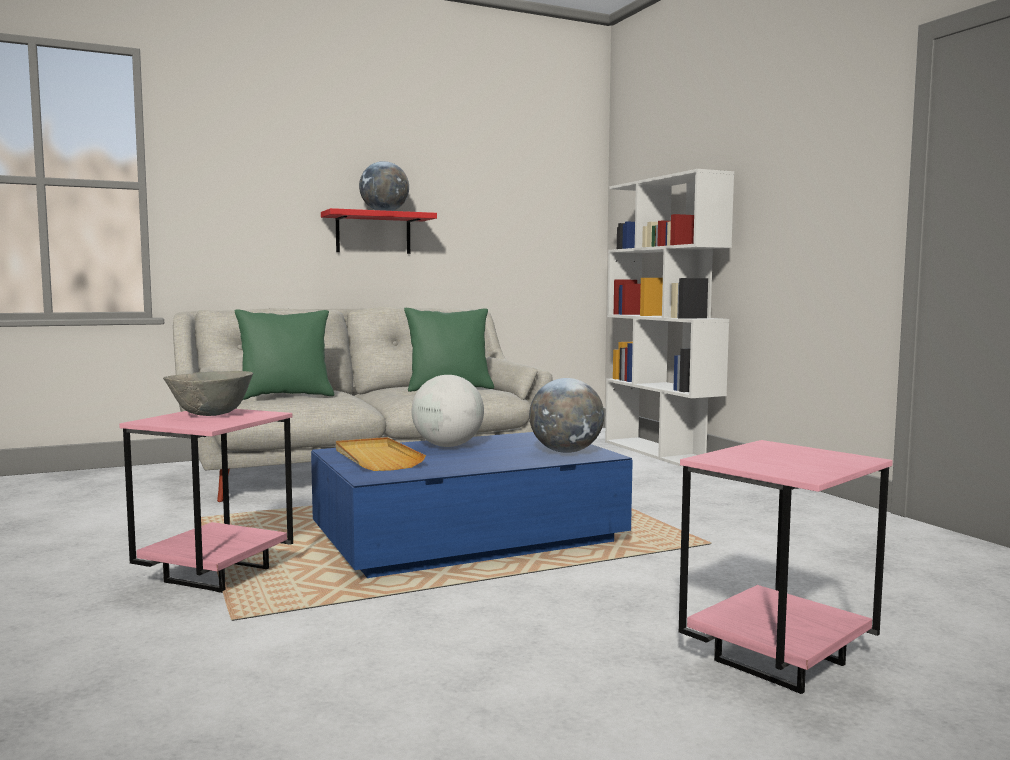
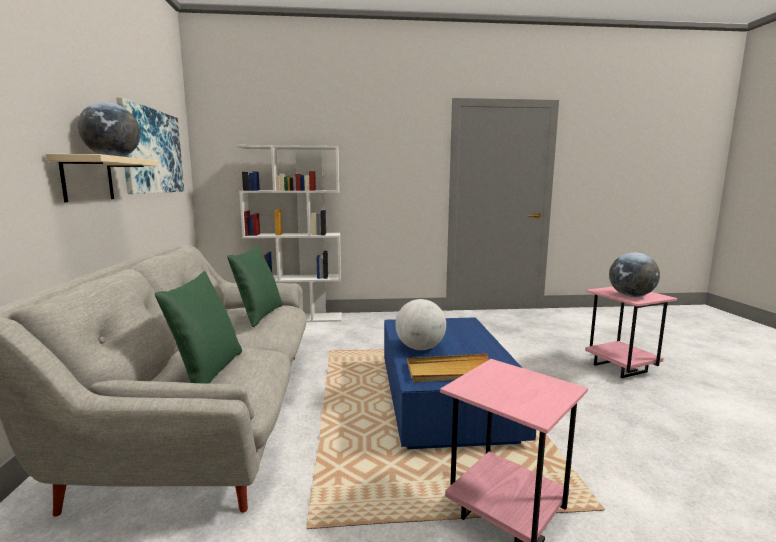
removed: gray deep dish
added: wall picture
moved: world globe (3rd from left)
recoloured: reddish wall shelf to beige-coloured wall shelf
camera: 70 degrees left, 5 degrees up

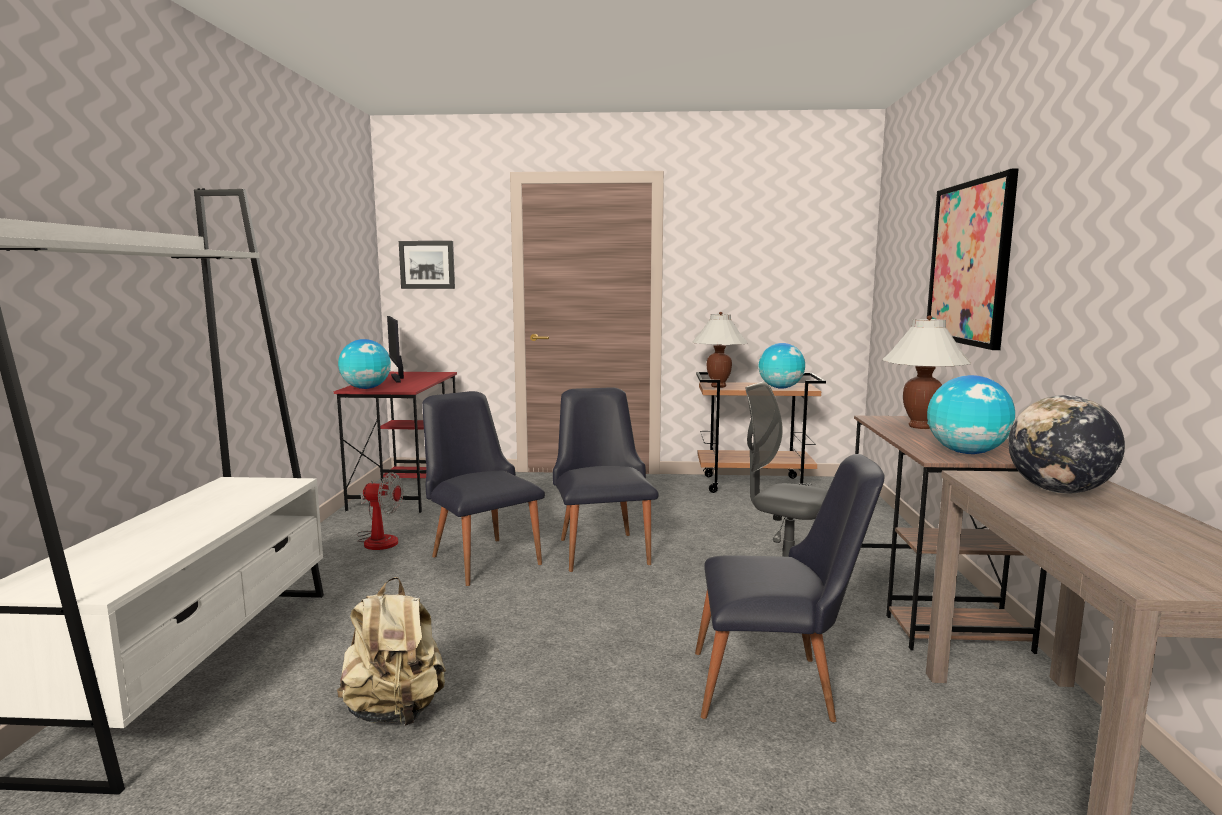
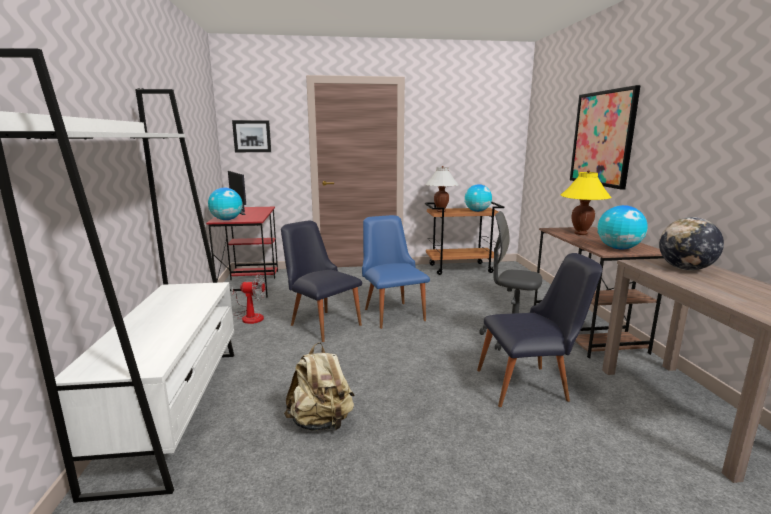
recoloured: white table lamp (2nd from left) to yellow-coloured table lamp; blackish plain chair (2nd from left) to bluish plain chair
camera: 10 degrees left, 5 degrees up

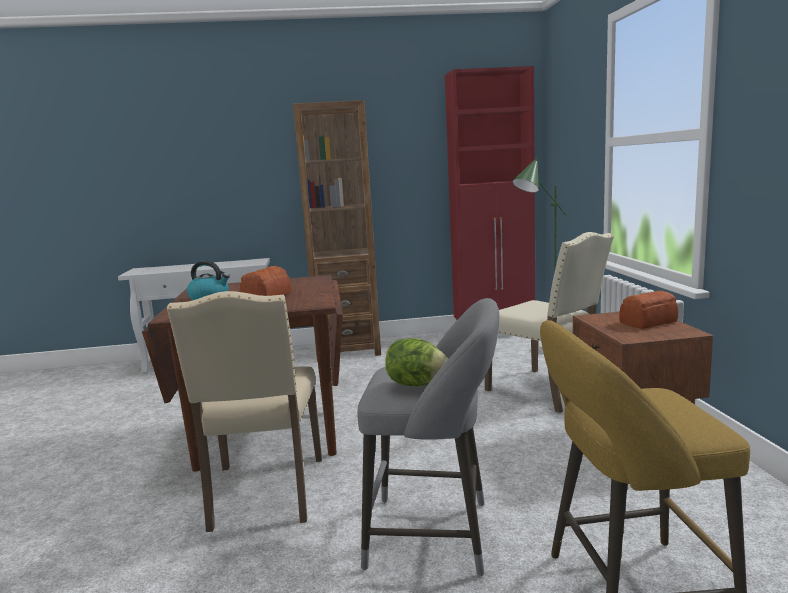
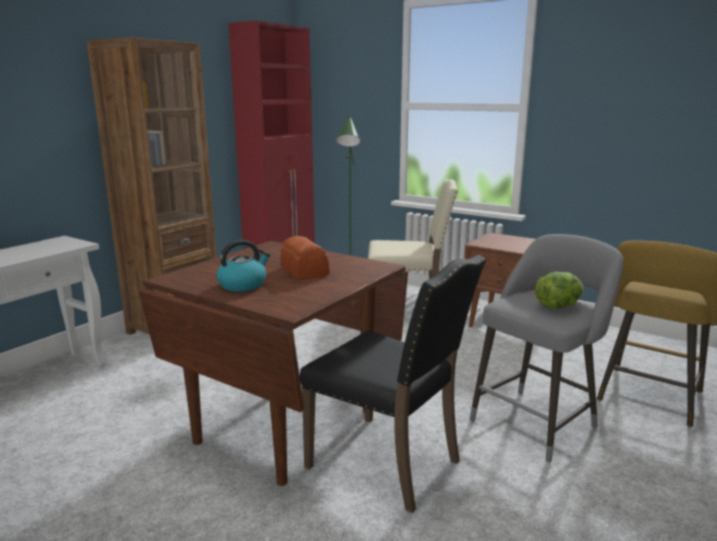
removed: bakery bread (2nd from left)
recoloured: beige-coloured plain chair (1st from left) to blackish plain chair
camera: 50 degrees left, 5 degrees up

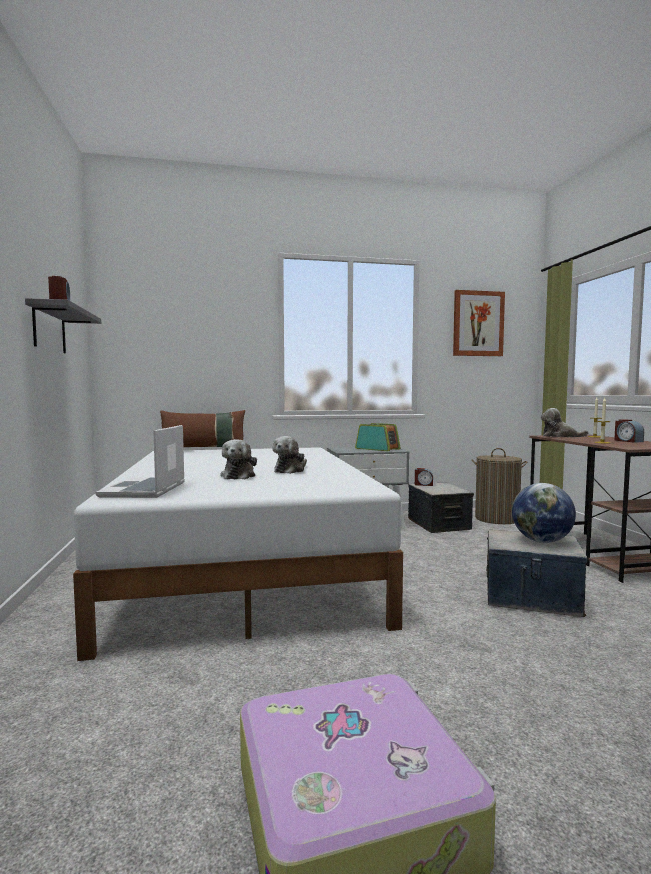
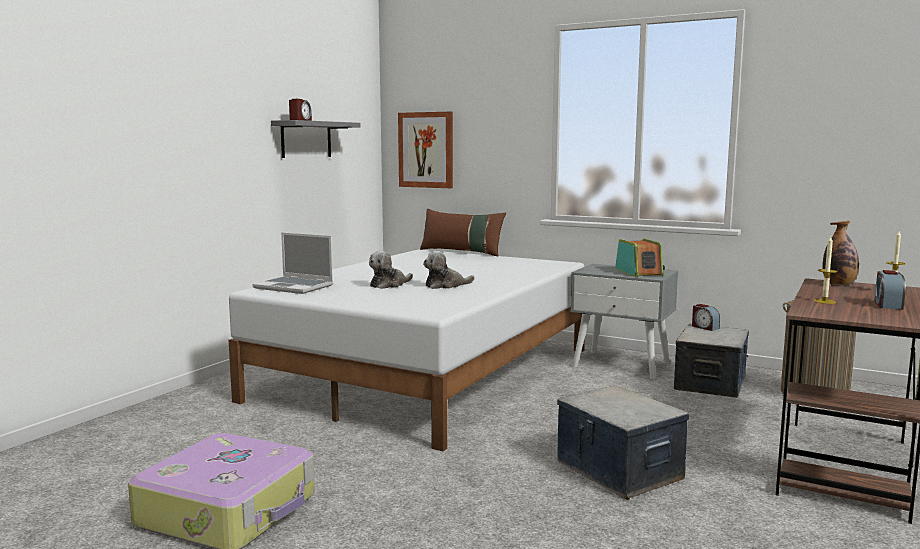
removed: world globe
moved: wall picture
replaced: plush toy (3rd from left) to bottle
turned: laptop 105 degrees counterclockwise
camera: 40 degrees right, 5 degrees up

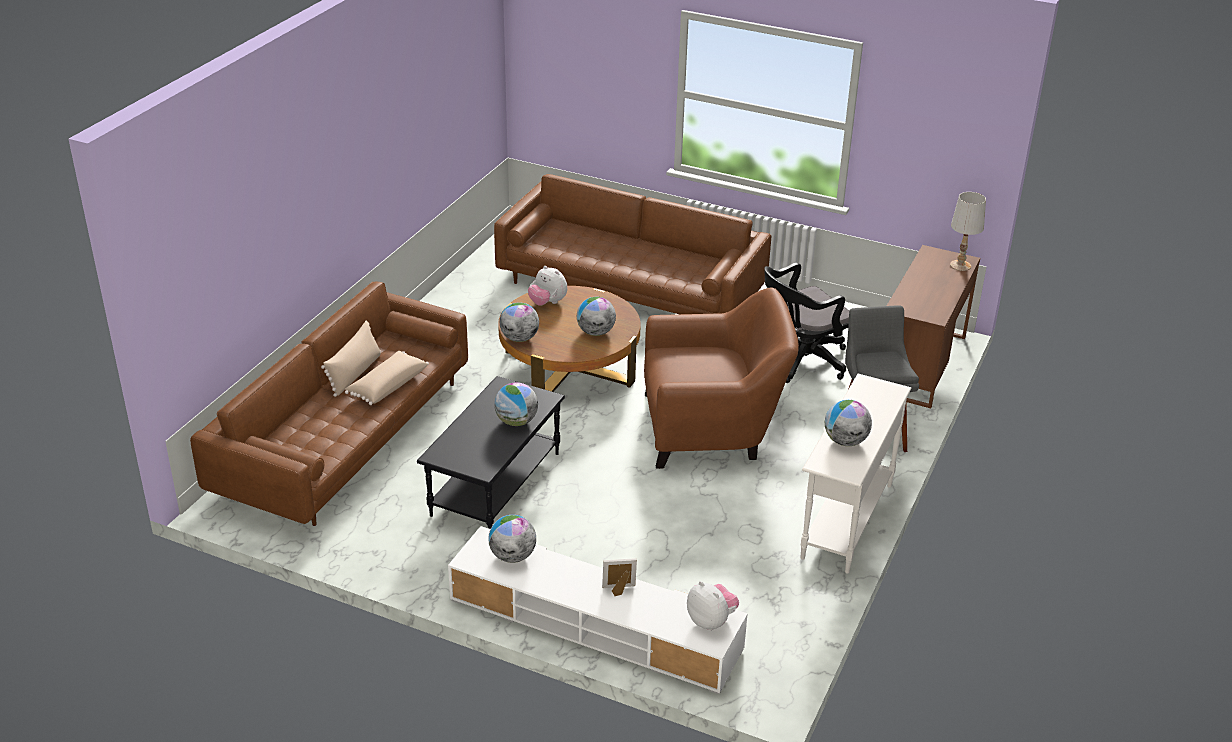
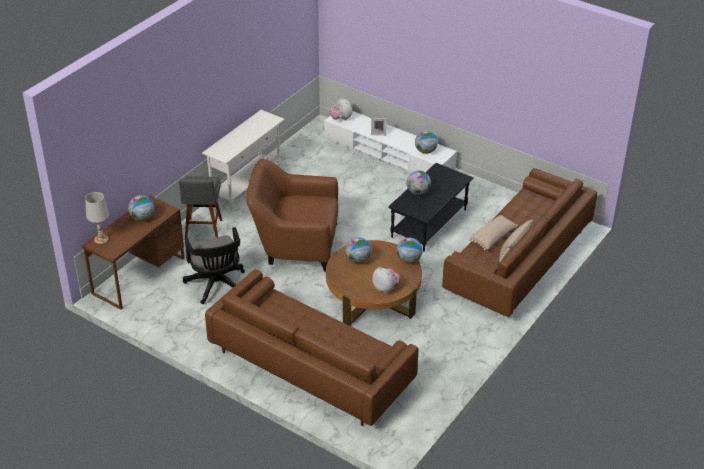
moved: world globe (5th from left in the first image) to world globe (1st from left)
turned: blackish desk chair 90 degrees clockwise
camera: 170 degrees left, 5 degrees up

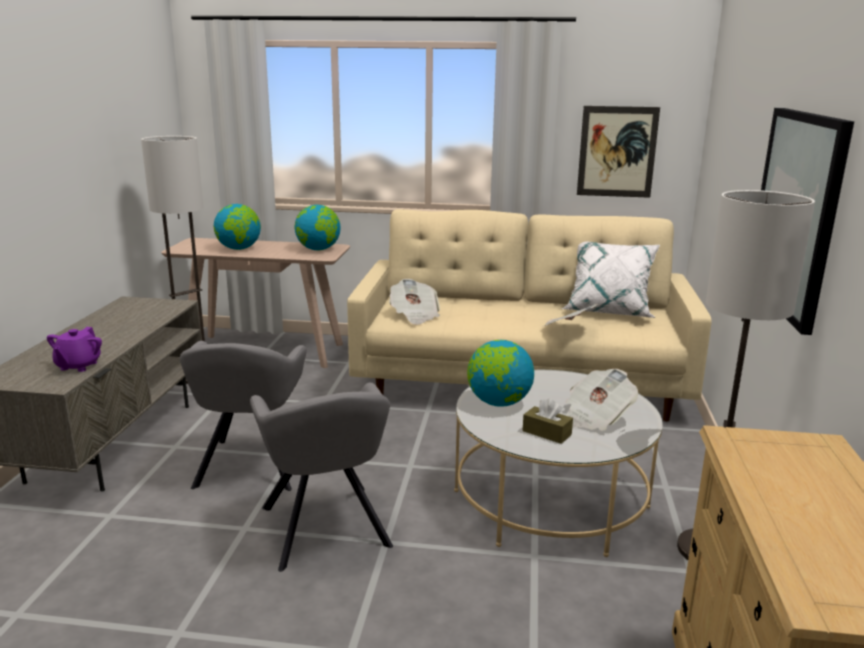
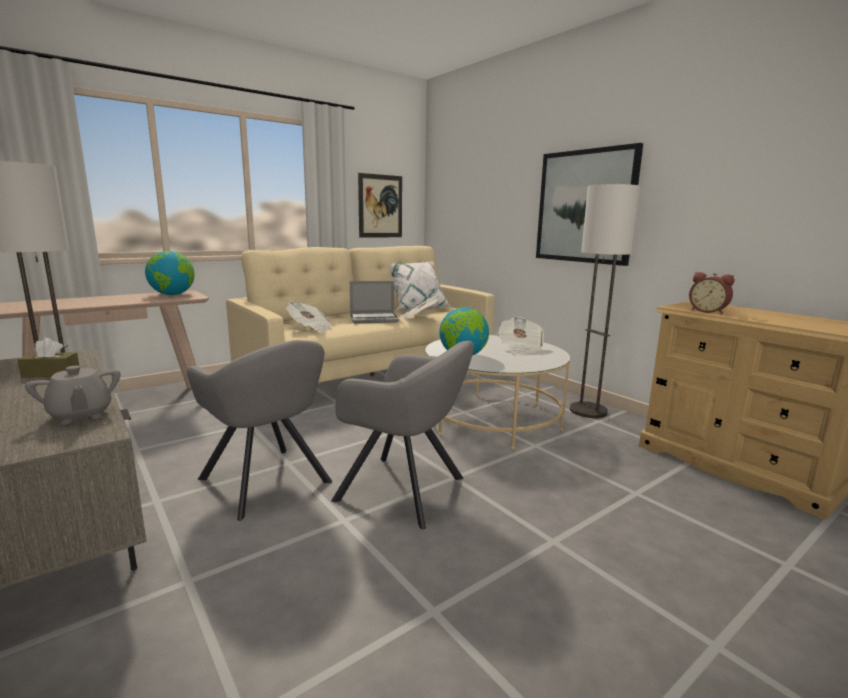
removed: world globe (1st from left)
added: alarm clock; laptop
moved: brownish tissue holder
recoloured: purplish teapot to gray teapot
camera: 45 degrees left, 5 degrees down

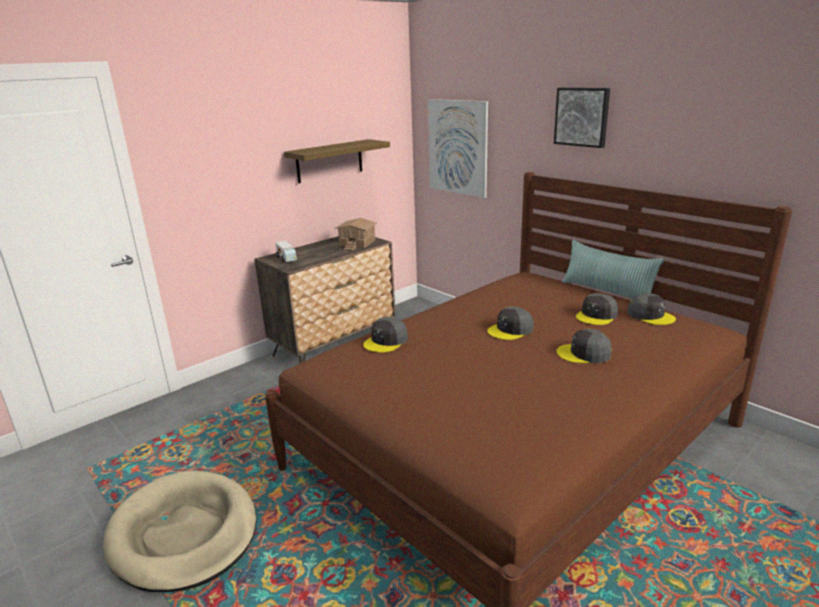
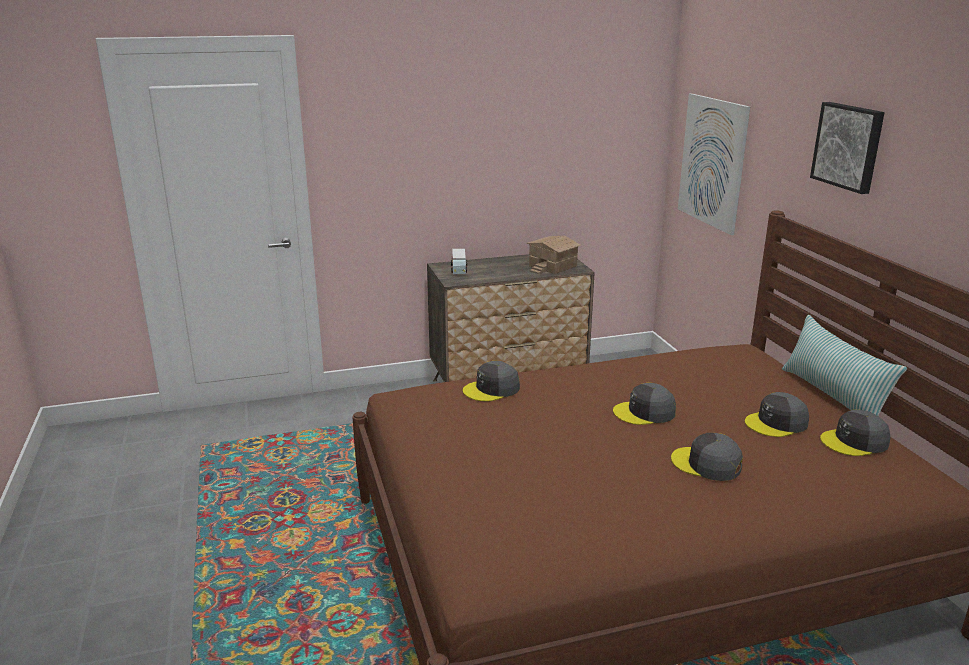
removed: wall shelf; beige-coloured dog cushion
turned: gray peaked cap (5th from left) 90 degrees clockwise
camera: 25 degrees right, 0 degrees up

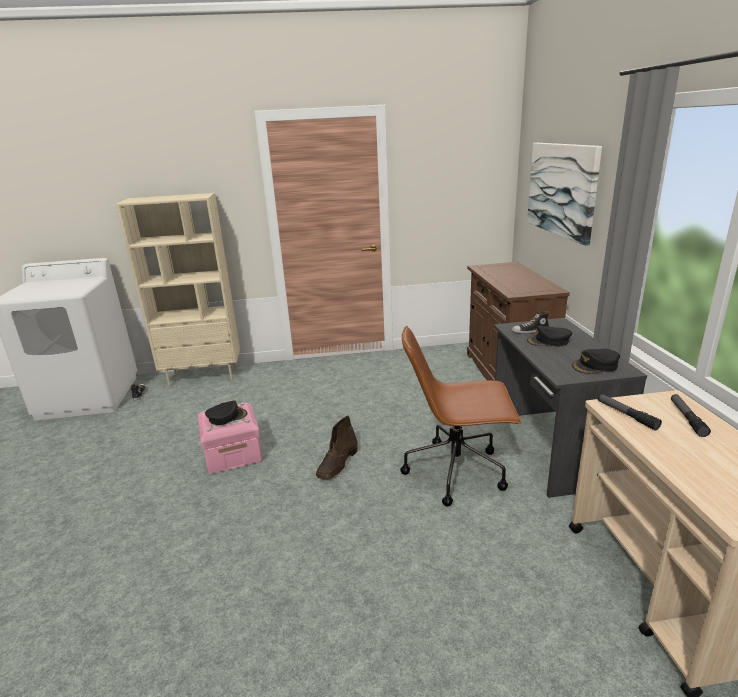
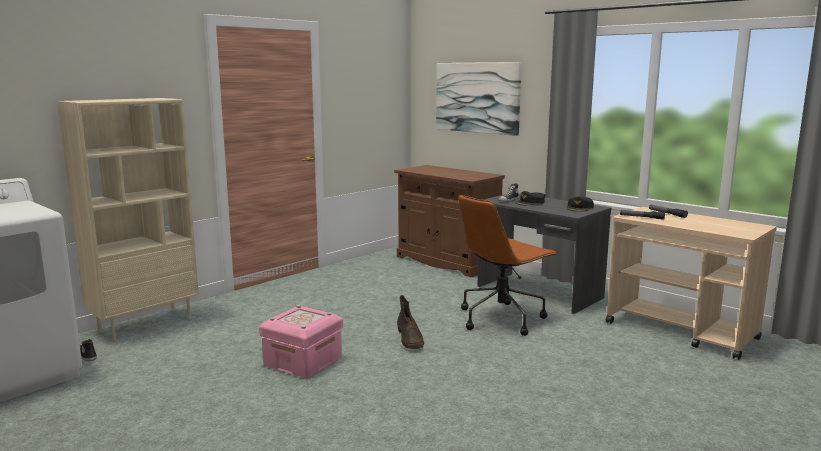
removed: blackish peaked cap (1st from left)
camera: 40 degrees left, 10 degrees down

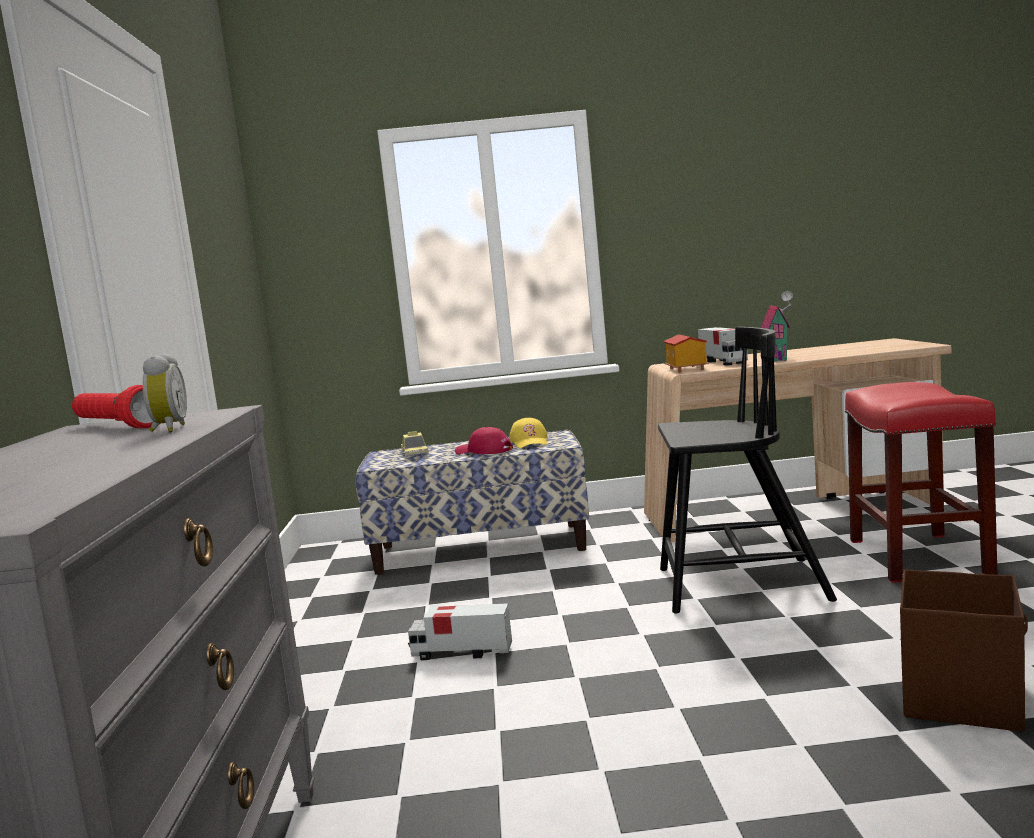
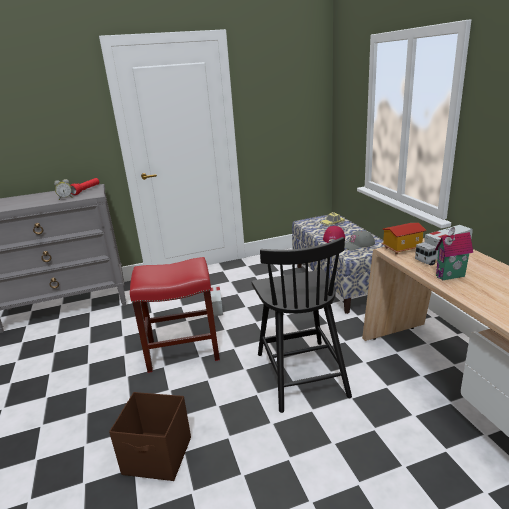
moved: reddish stool
recoloured: yellow-coloured peaked cap to gray peaked cap
camera: 75 degrees right, 15 degrees up

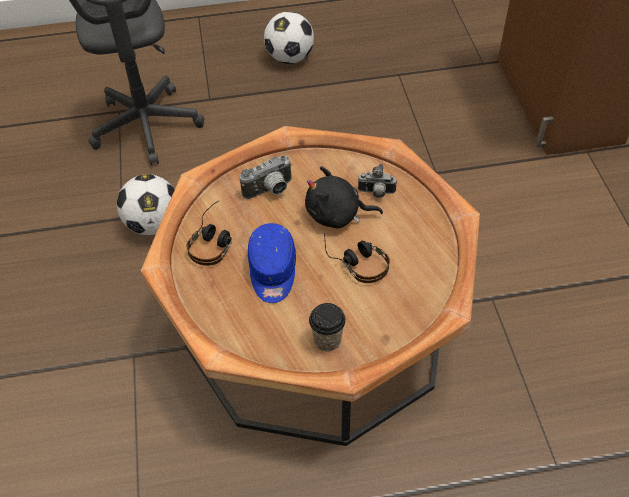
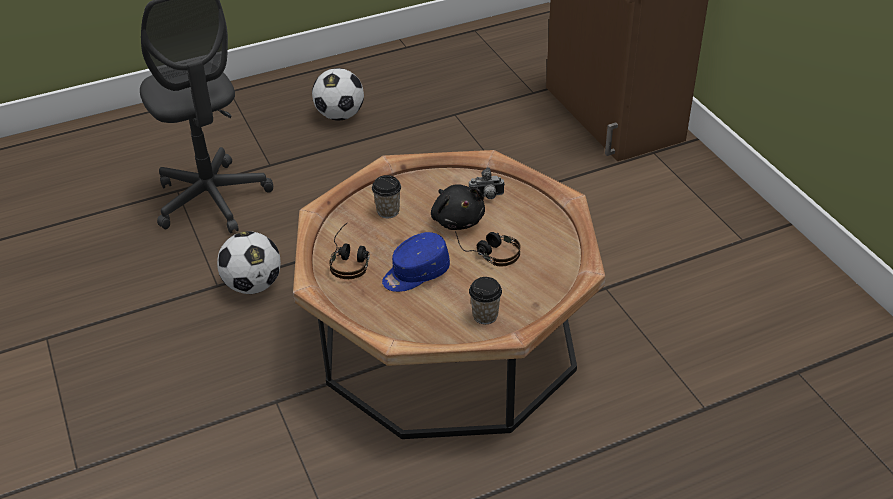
replaced: photo camera (1st from left) to small cup (1st from left)
turned: blackish plush toy 105 degrees counterclockwise; bluish peaked cap 75 degrees clockwise
camera: 15 degrees left, 10 degrees down

